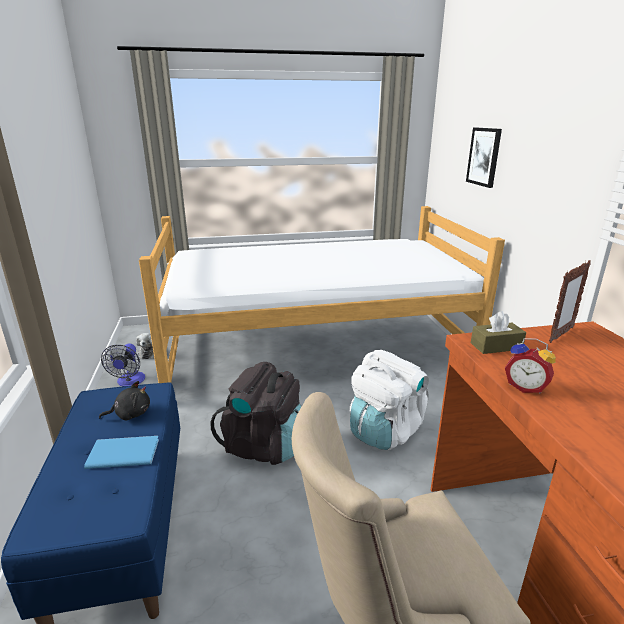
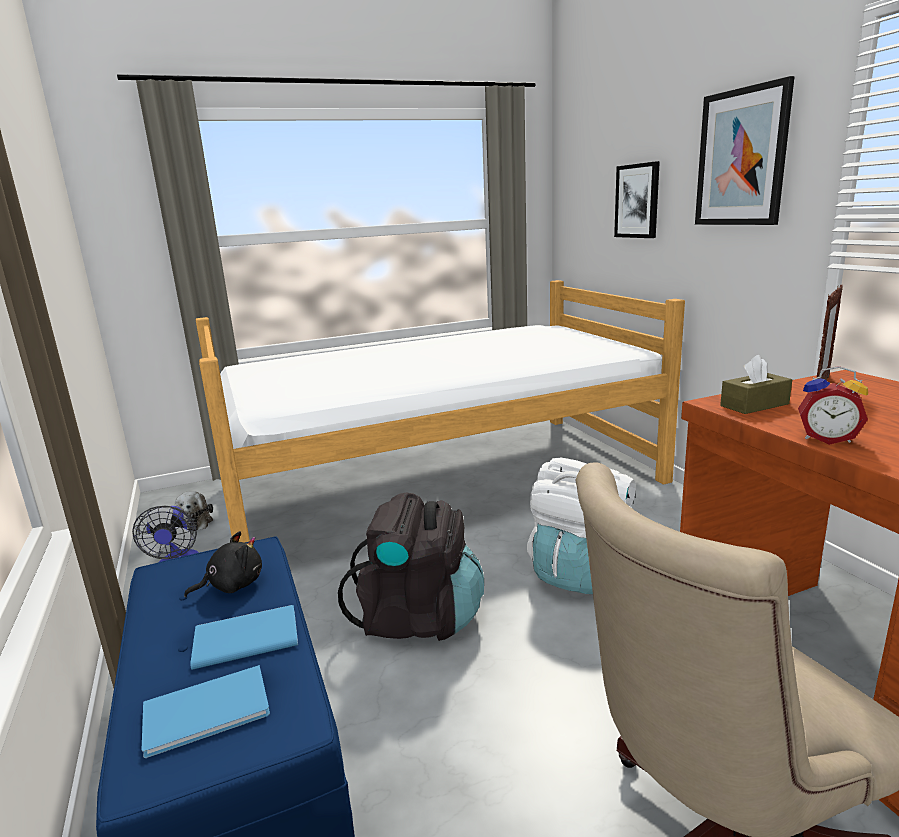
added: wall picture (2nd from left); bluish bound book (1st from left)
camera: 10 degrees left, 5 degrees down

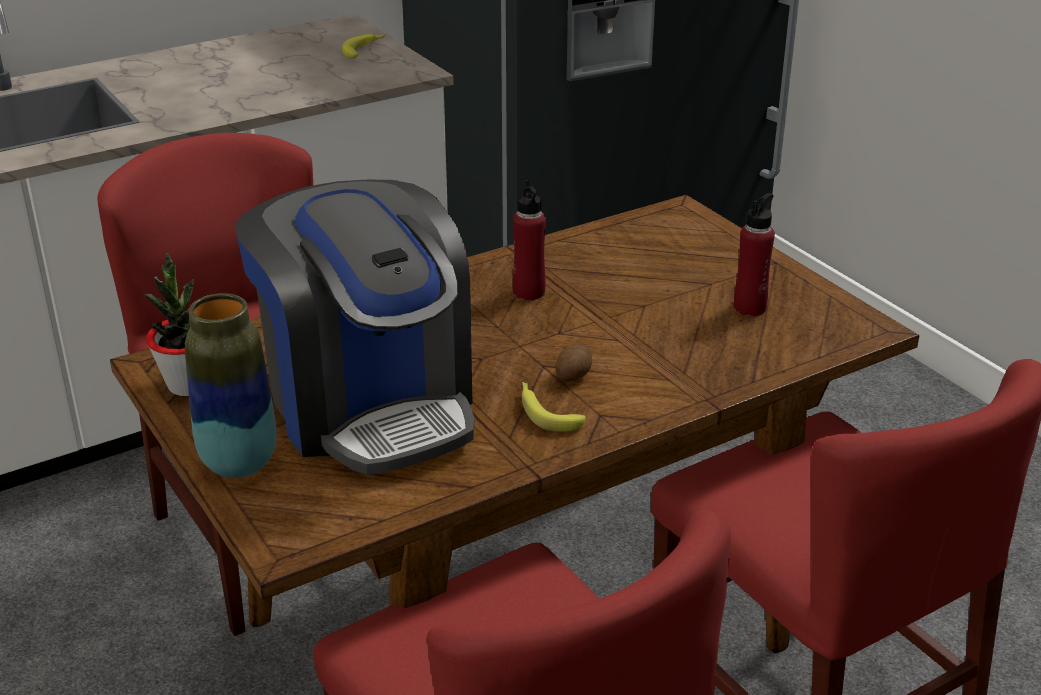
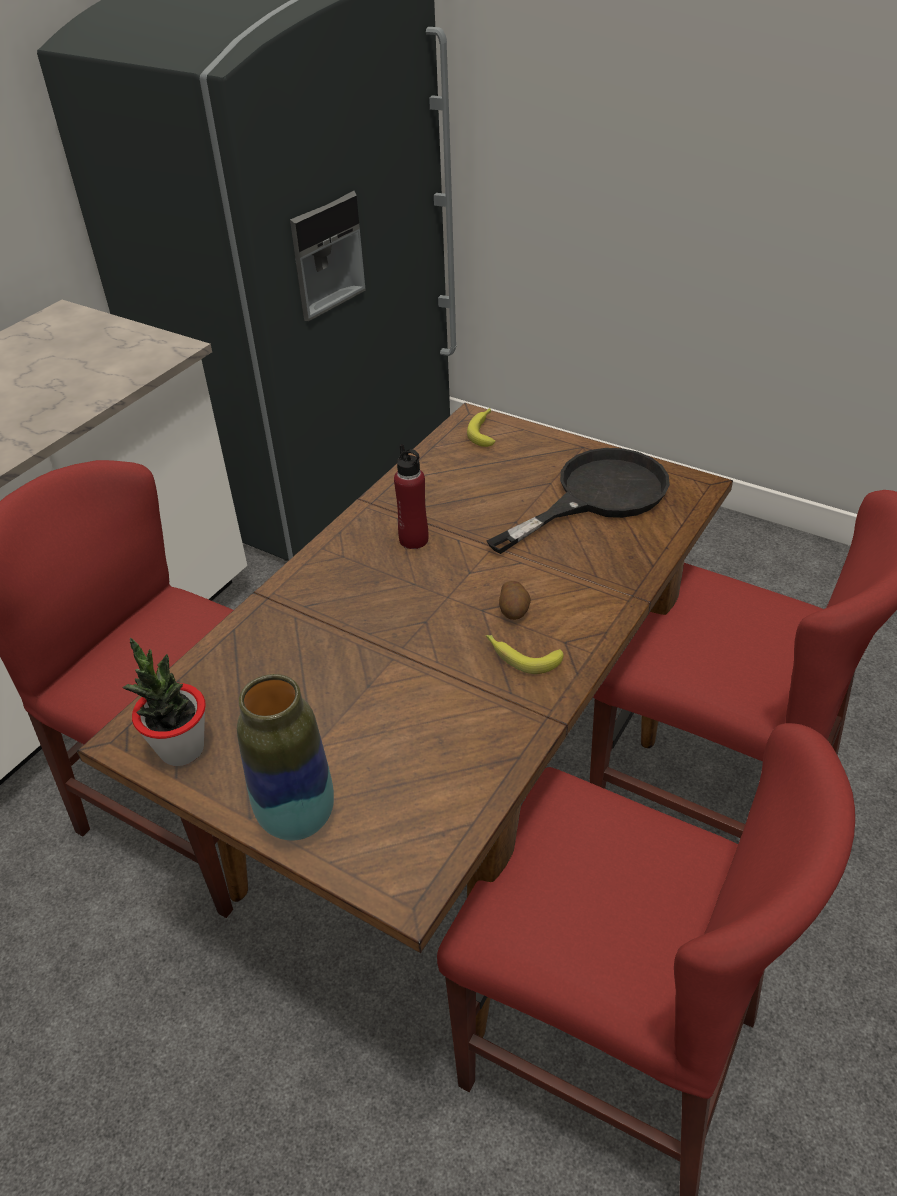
removed: coffee brewer
moved: banana (1st from left)
replaced: reddish bottle (2nd from left) to blackish frying pan
camera: 25 degrees left, 10 degrees up

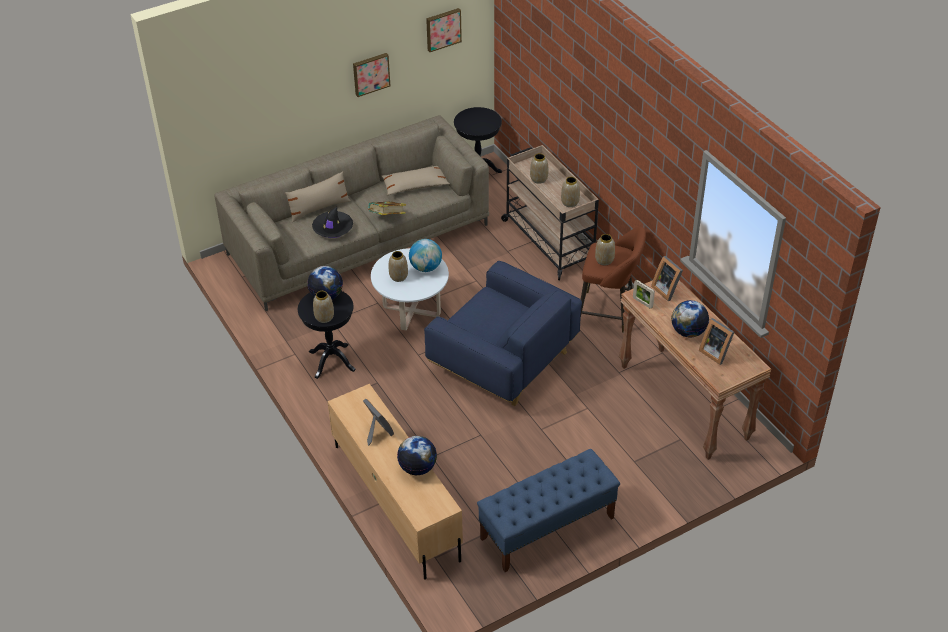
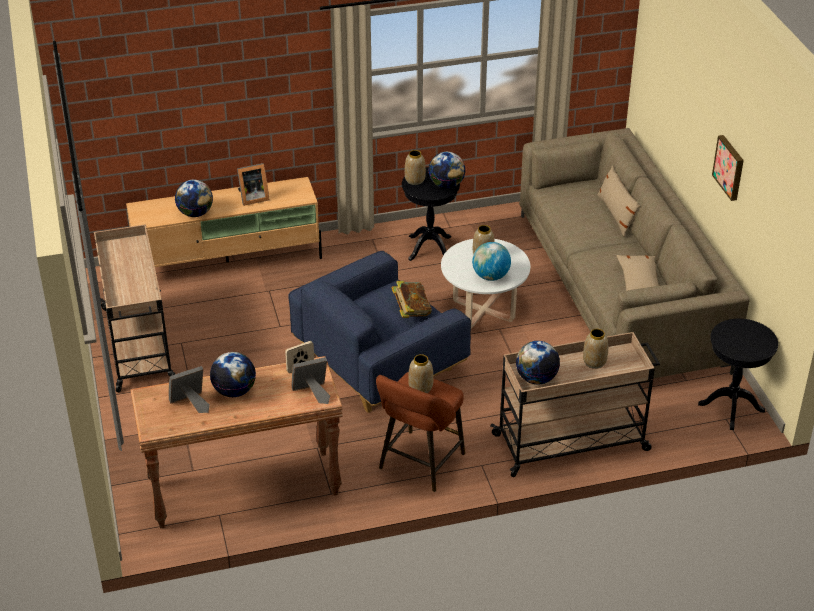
removed: wall picture (2nd from left); blackish clothing hat
moved: bound book
replaced: flower vase (4th from left) to world globe (5th from left); bluish bench to beige-coloured trolley (1st from left)
camera: 105 degrees right, 5 degrees down

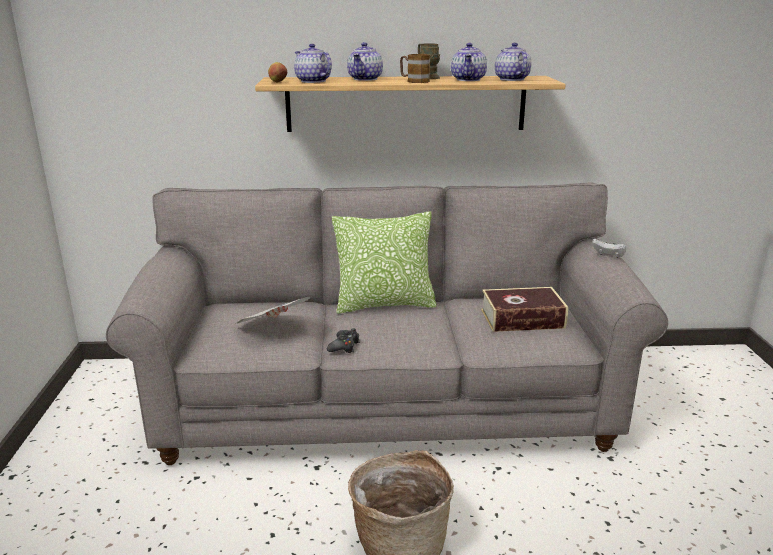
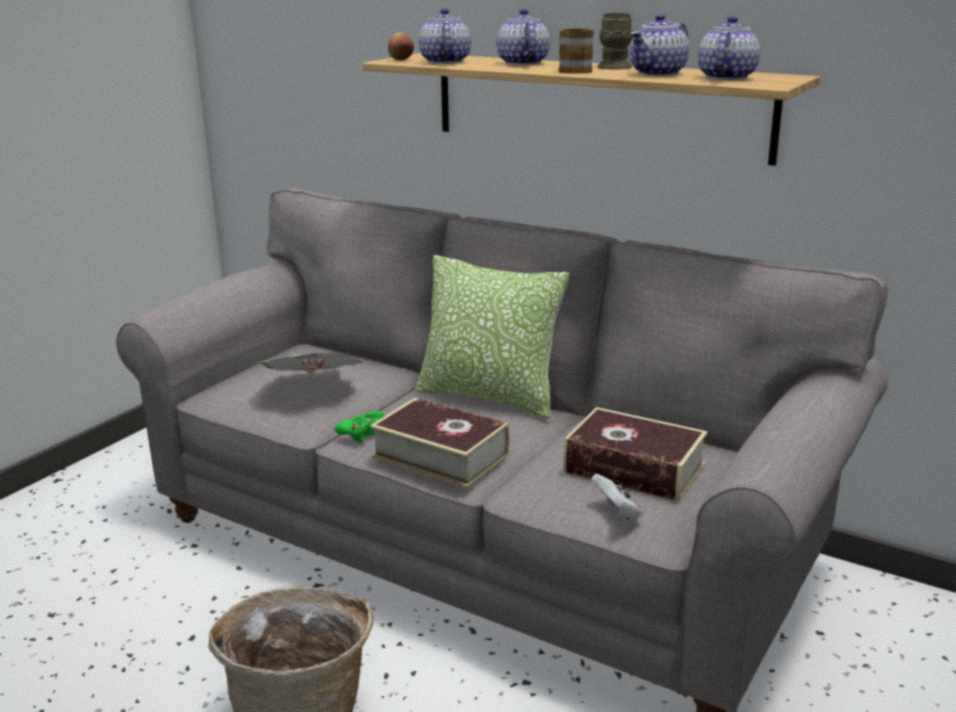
added: bound book (1st from left)
moved: white gamepad
recoloured: blackish gamepad to green gamepad
turned: teapot (2nd from left) 120 degrees clockwise
camera: 35 degrees right, 0 degrees up

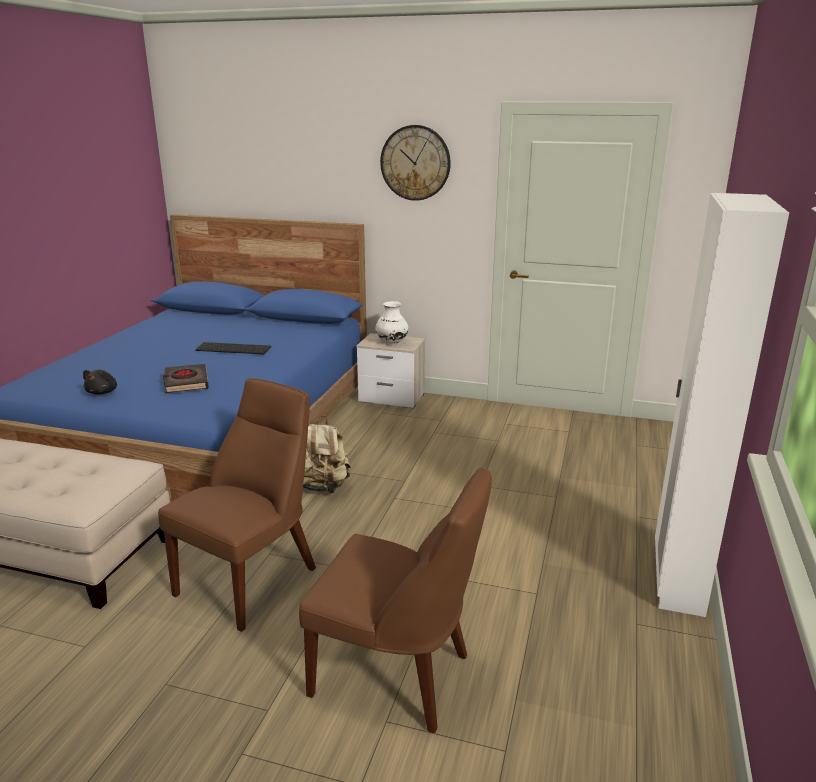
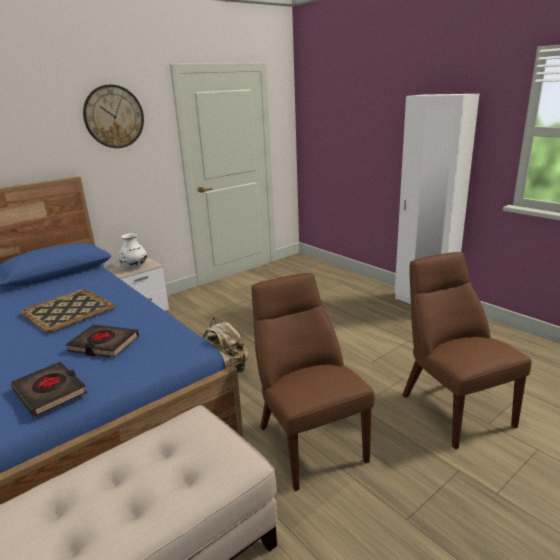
replaced: PC keyboard to carrying tray; blackish plush toy to blackish bound book (1st from left)
turned: brownish plain chair (2nd from left) 75 degrees counterclockwise
camera: 55 degrees left, 0 degrees up

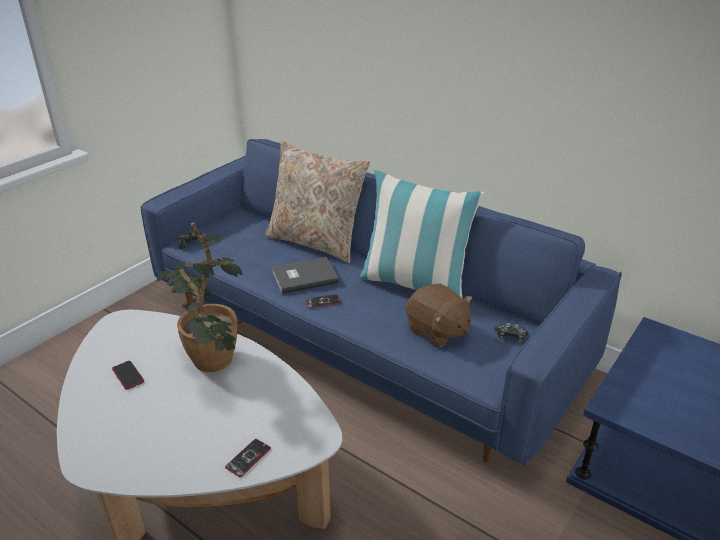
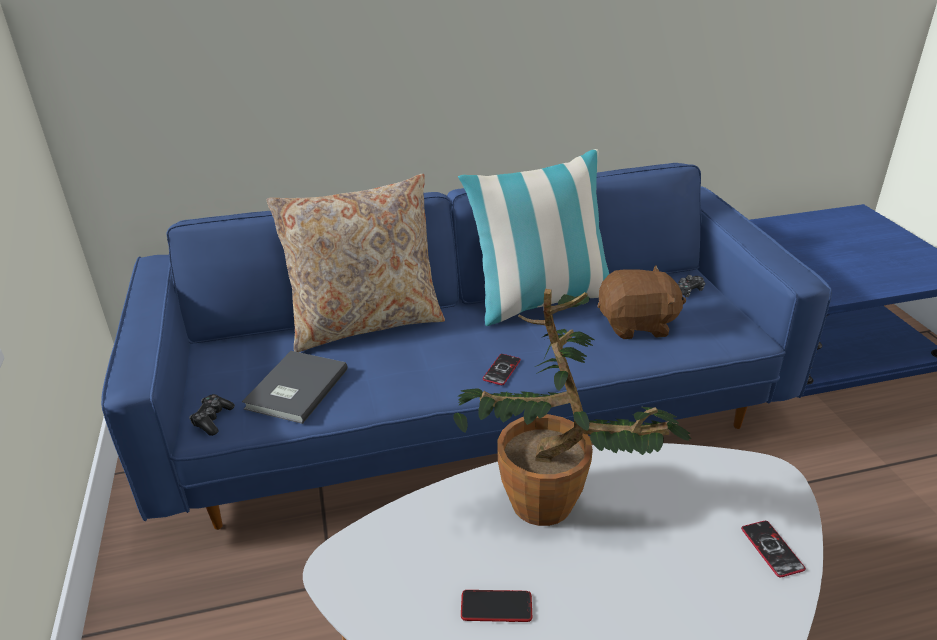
moved: gray bound book
camera: 50 degrees left, 0 degrees up

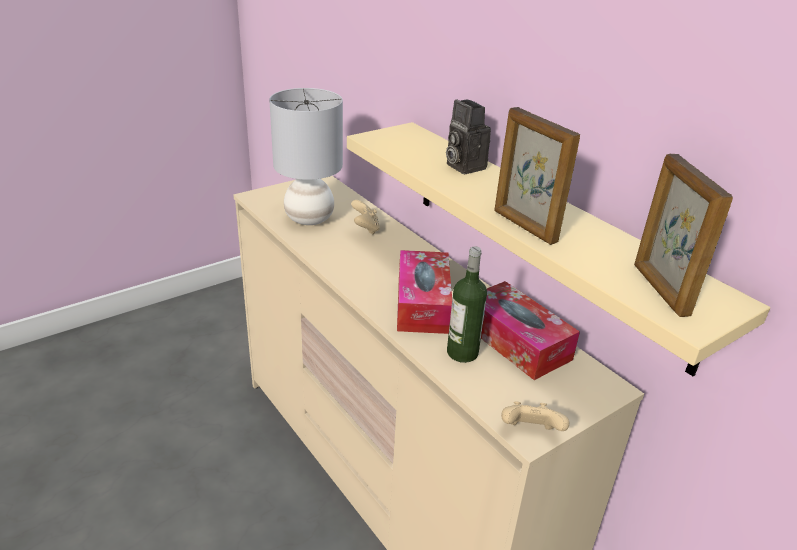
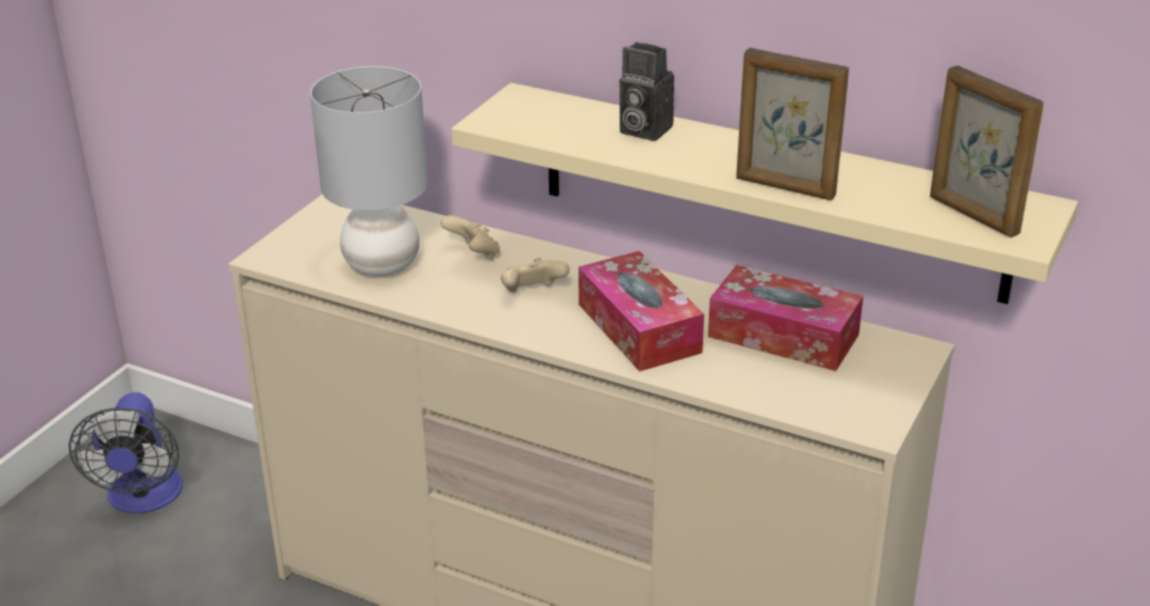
removed: bottle
added: fan
moved: beige-coloured gamepad (2nd from left)
camera: 25 degrees left, 0 degrees up

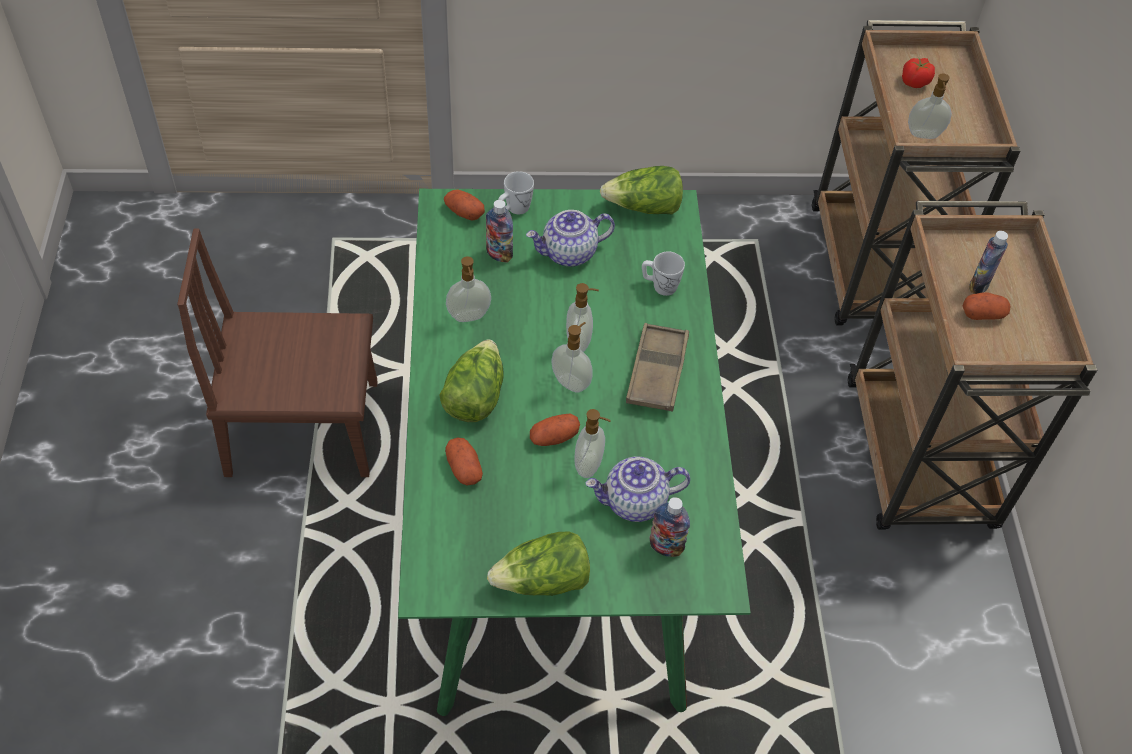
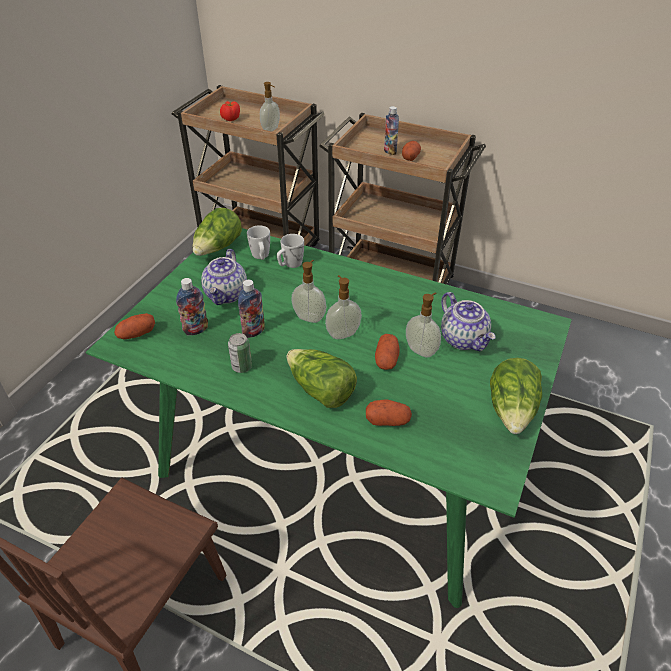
removed: brownish carrying tray
moved: white coffee mug (1st from left); bottle (2nd from left)
replaced: liquid soap bottle (1st from left) to can
turned: teapot (2nd from left) 45 degrees counterclockwise
camera: 60 degrees left, 10 degrees down

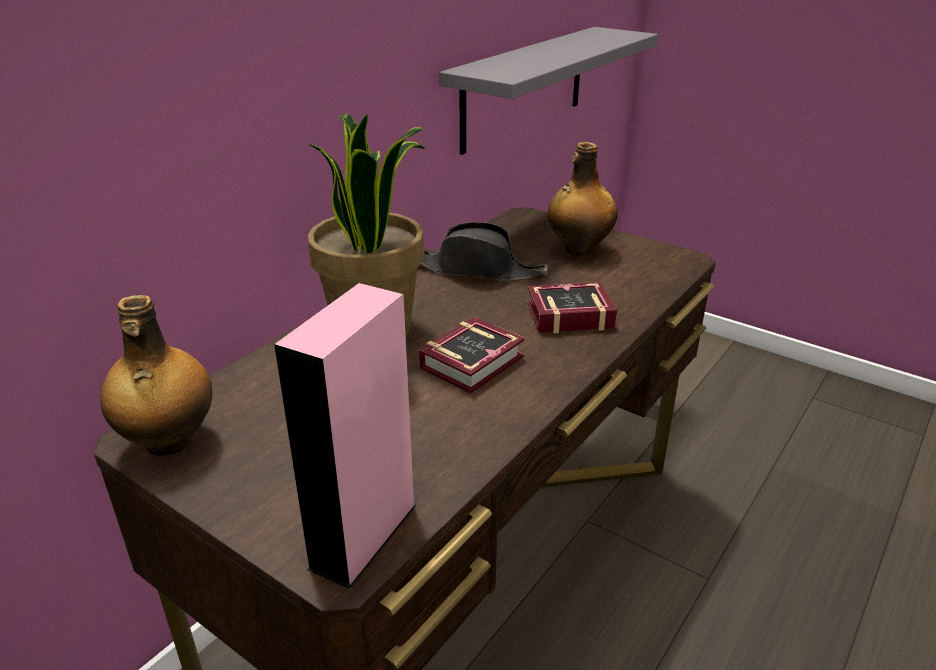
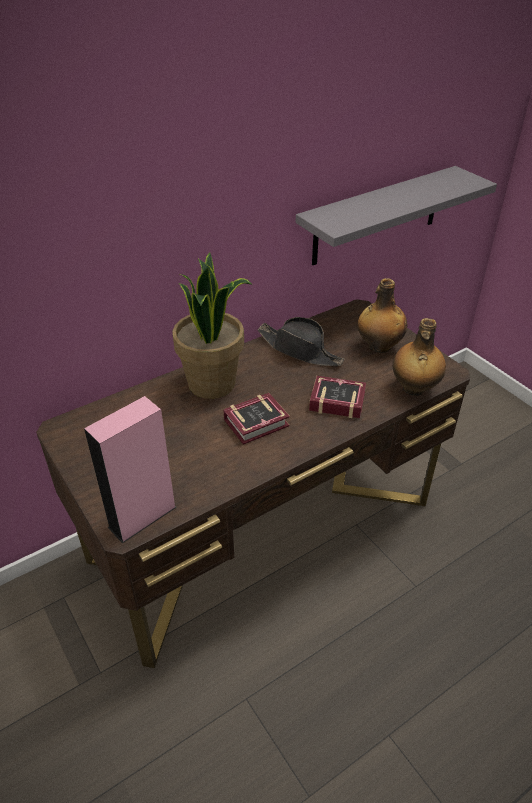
moved: bottle (1st from left in the first image) to bottle (2nd from left)
camera: 20 degrees right, 10 degrees up

